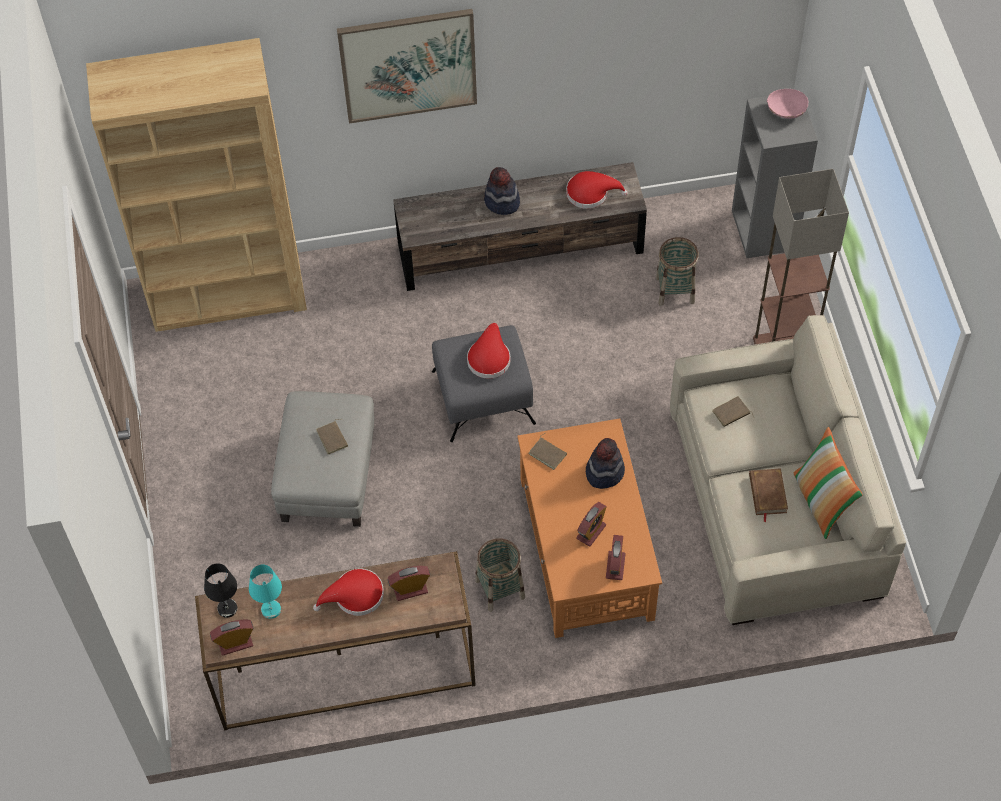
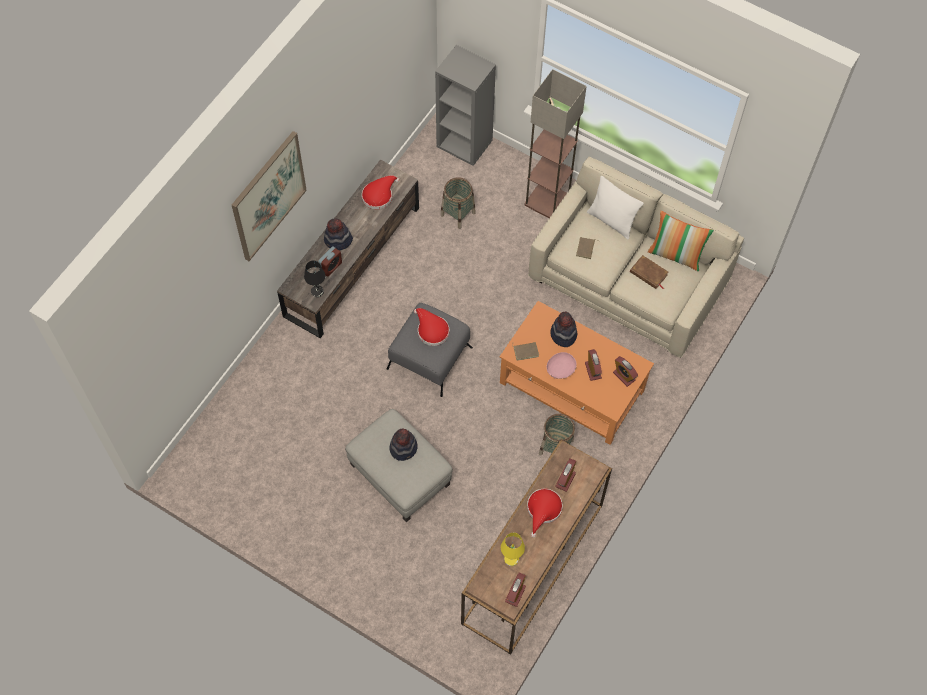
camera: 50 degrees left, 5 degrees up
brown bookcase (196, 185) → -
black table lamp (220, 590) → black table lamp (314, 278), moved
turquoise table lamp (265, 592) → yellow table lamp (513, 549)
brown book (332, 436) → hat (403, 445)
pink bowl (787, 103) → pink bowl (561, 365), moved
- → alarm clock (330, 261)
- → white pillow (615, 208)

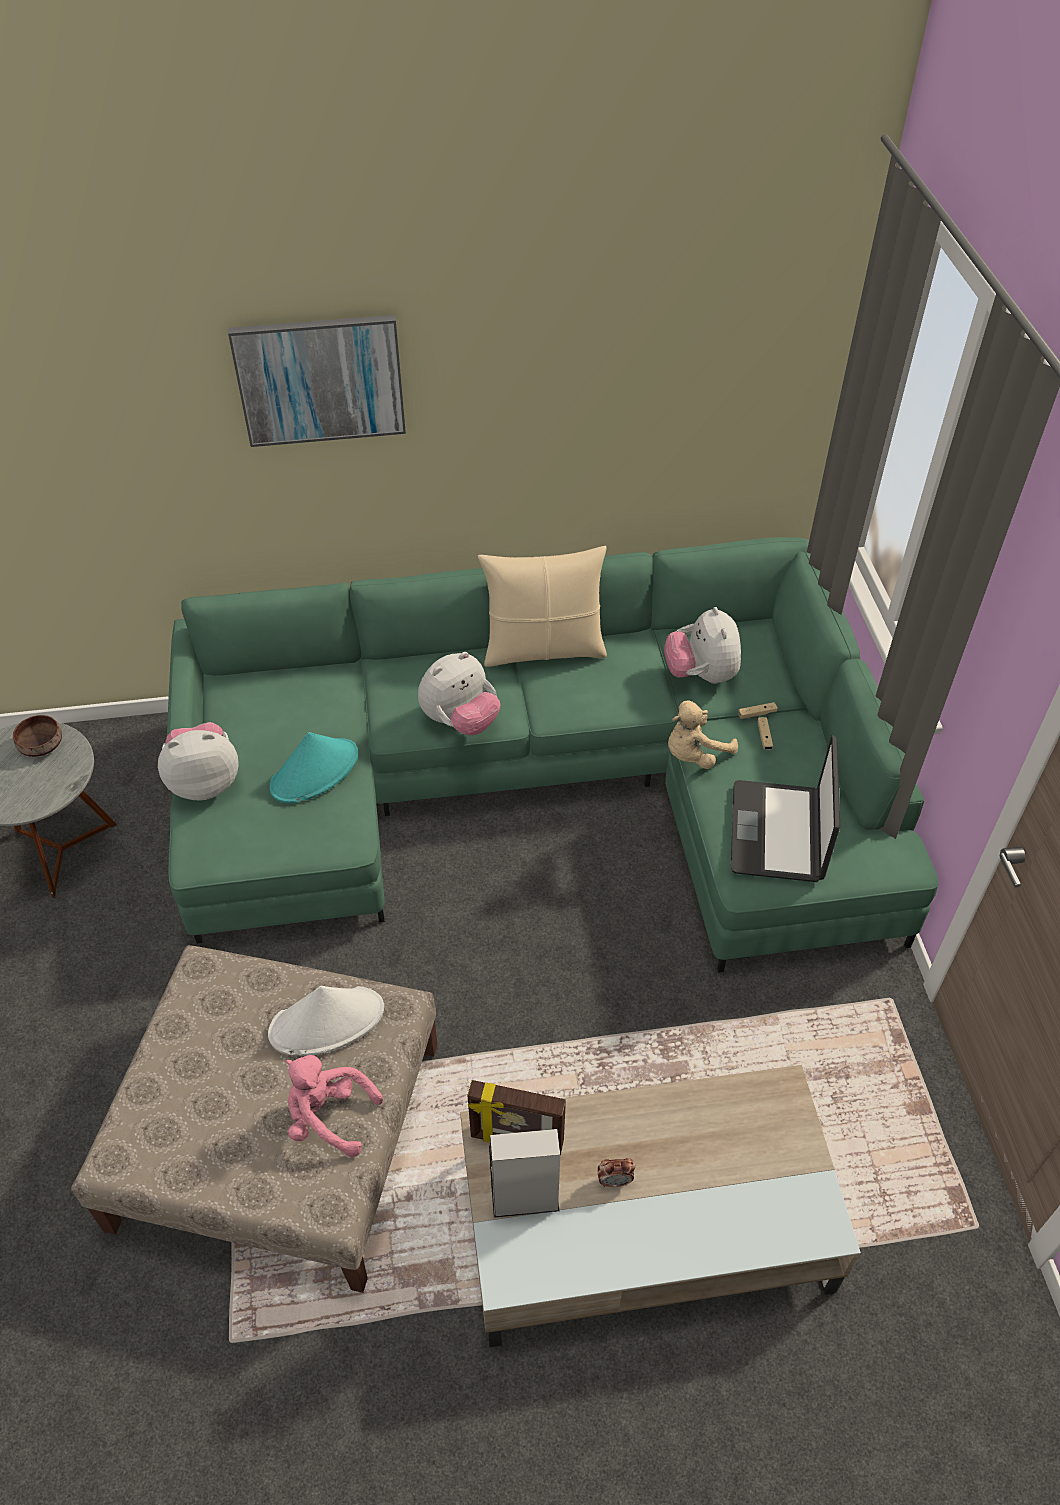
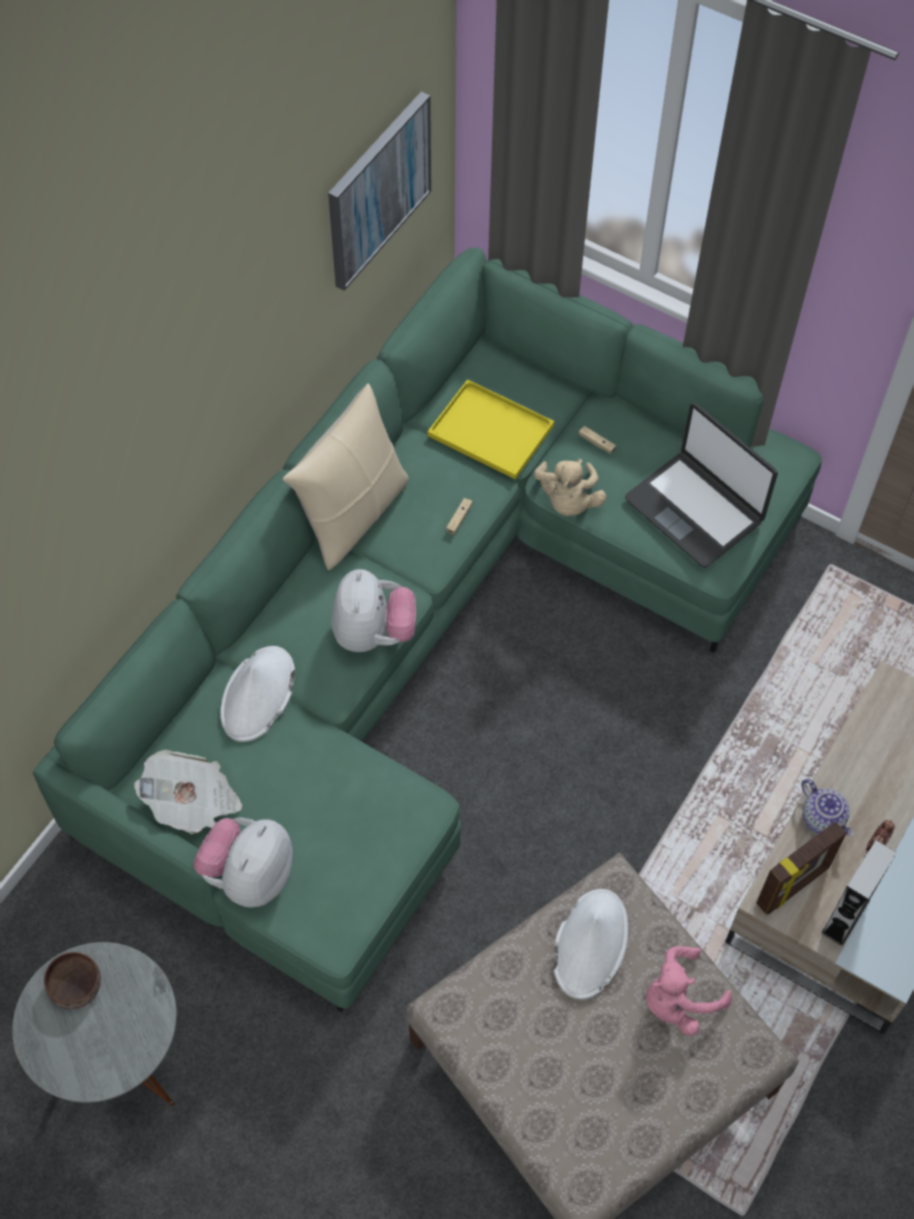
camera: 50 degrees left, 10 degrees up
picture (317, 381) → picture (379, 191), moved
turquoise hat (314, 768) → -
plush toy (702, 645) → yellow tray (491, 429)
beige game controller (758, 710) → beige game controller (459, 516), moved
- → newspaper (188, 792)
- → white hat (258, 694)
- → teapot (827, 807)

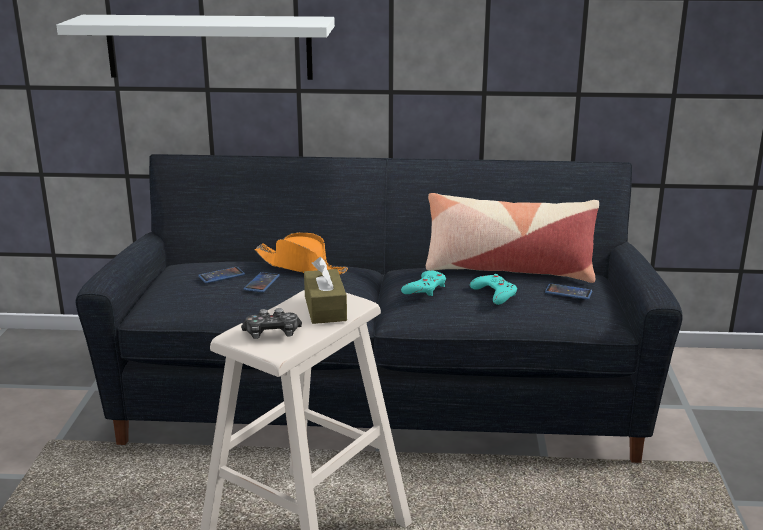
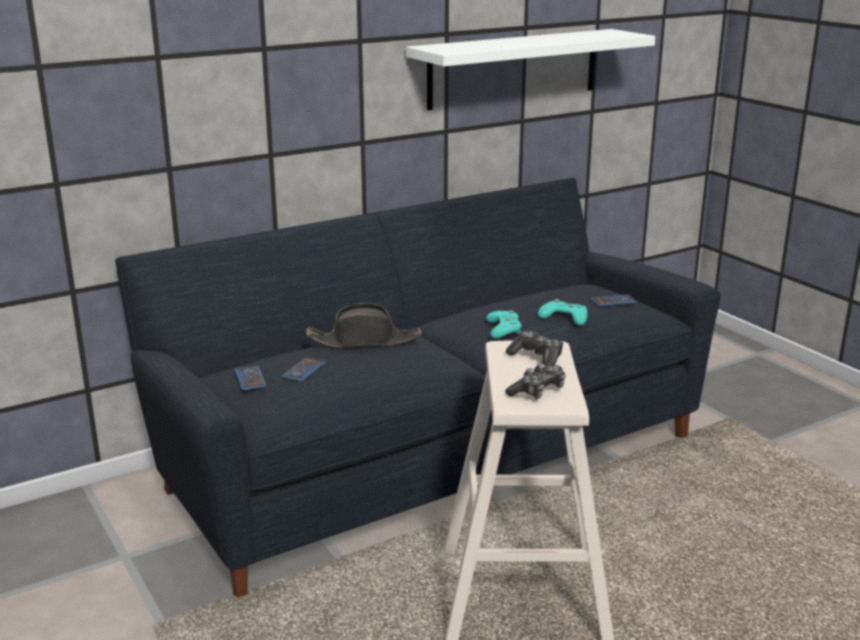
camera: 35 degrees left, 0 degrees up
white shelf (195, 47) → white shelf (530, 69), moved
phone (262, 282) → phone (251, 377), moved
orange hat (301, 253) → black hat (364, 325)
brown tissue box (325, 290) → game controller (534, 348)
pillow (512, 238) → -

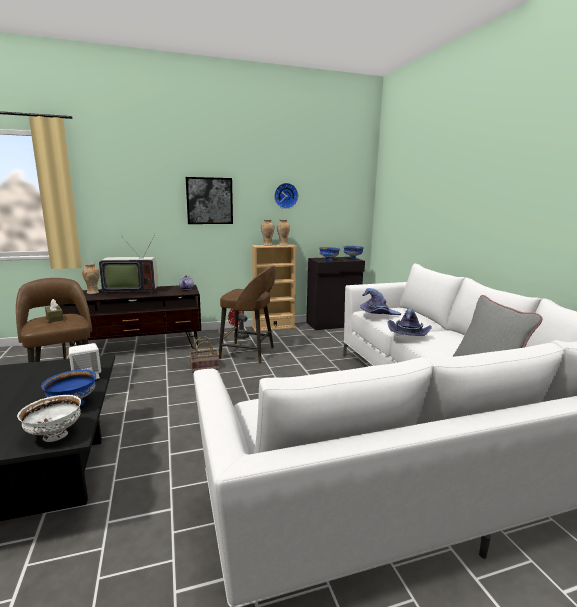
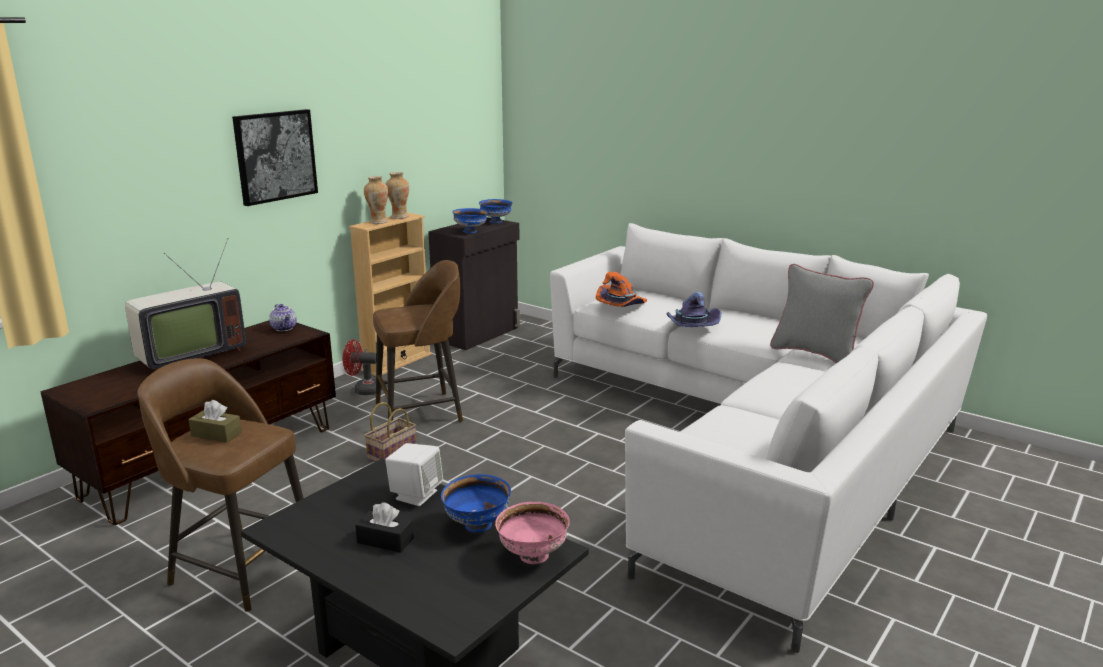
camera: 35 degrees left, 5 degrees up
white bowl (49, 418) → pink bowl (532, 533)
vase (91, 278) → -
wall clock (286, 196) → -
purple hat (380, 301) → orange hat (621, 289)
- → black tissue box (384, 527)

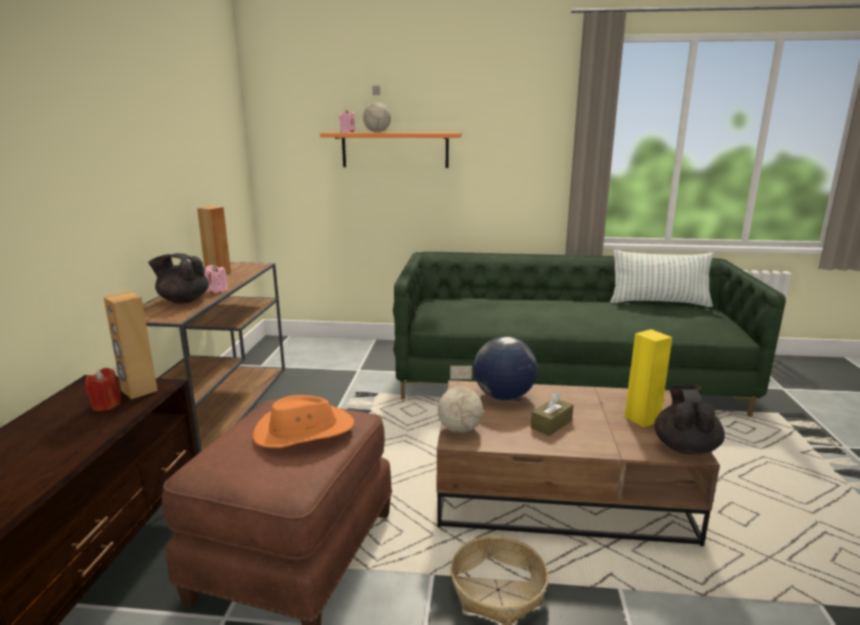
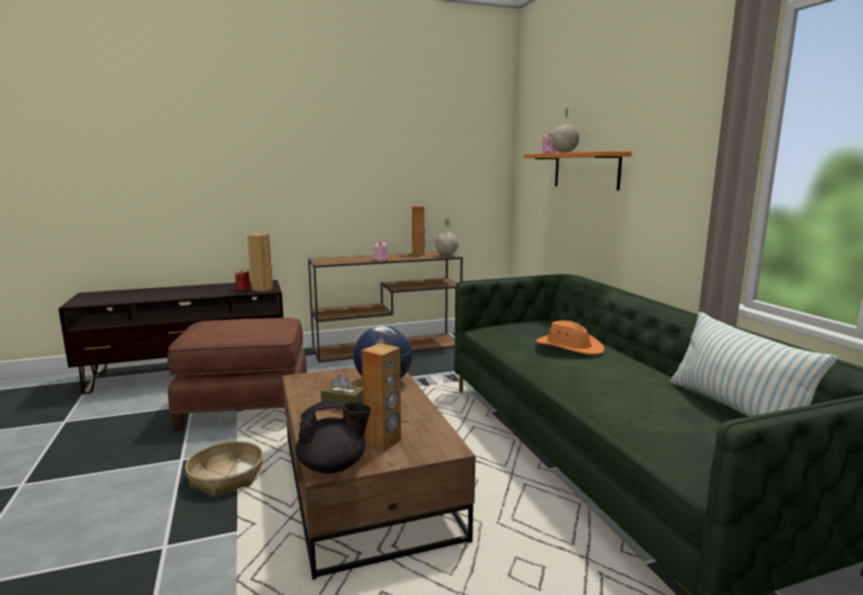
camera: 65 degrees right, 5 degrees down
black teapot (178, 278) → -
orange hat (303, 421) → orange hat (570, 338), moved
globe (460, 399) → globe (447, 237), moved
yellow speaker (648, 378) → brown speaker (381, 397)

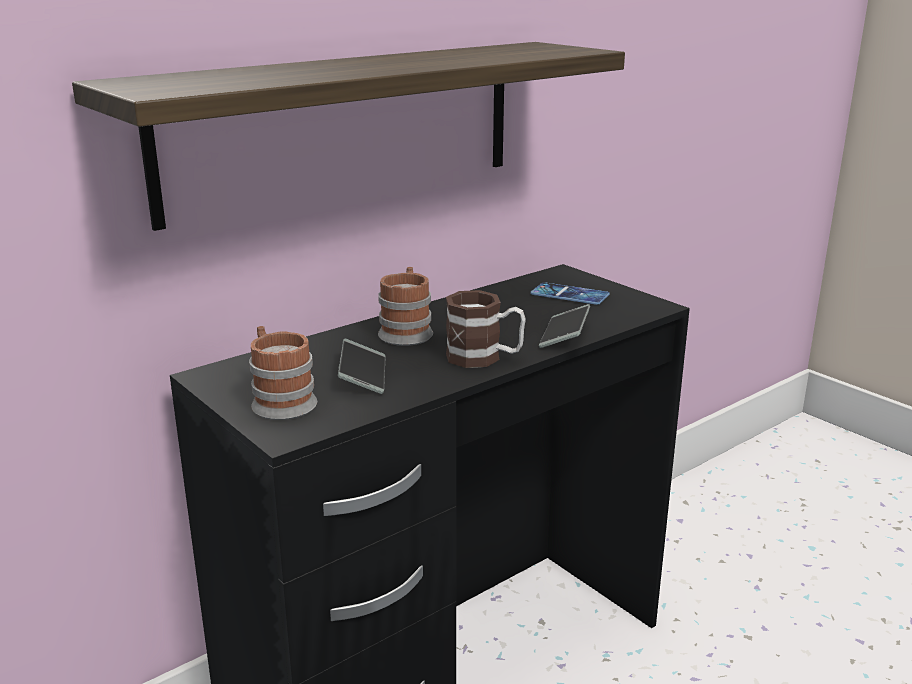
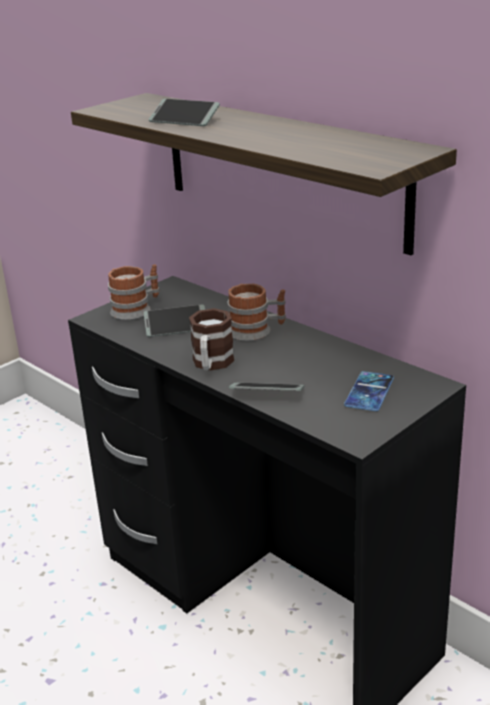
camera: 85 degrees right, 5 degrees up
- → phone (184, 112)

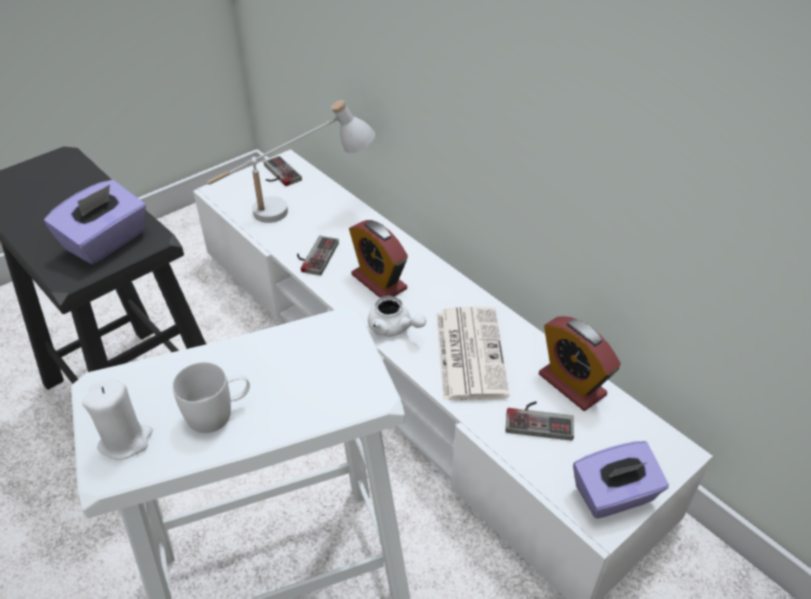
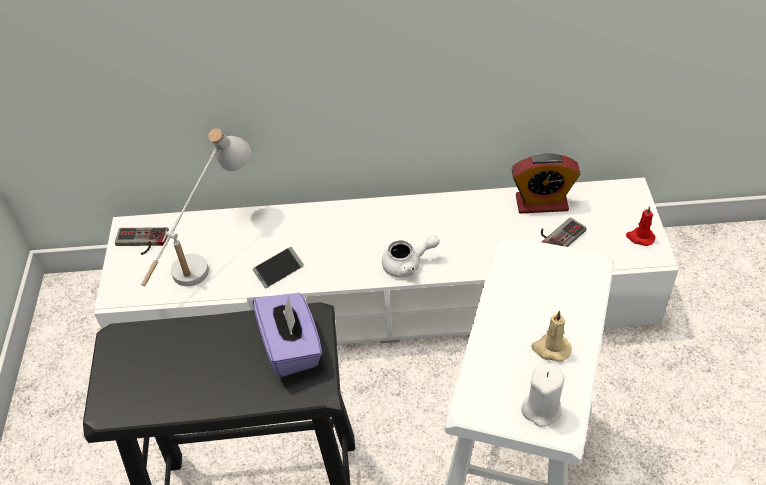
camera: 50 degrees left, 5 degrees up
white mug (211, 397) → beige candle (551, 336)
game controller (318, 256) → phone (278, 267)
alarm clock (378, 259) → -
newspaper (473, 353) → -
purple tissue box (621, 480) → red candle (640, 226)

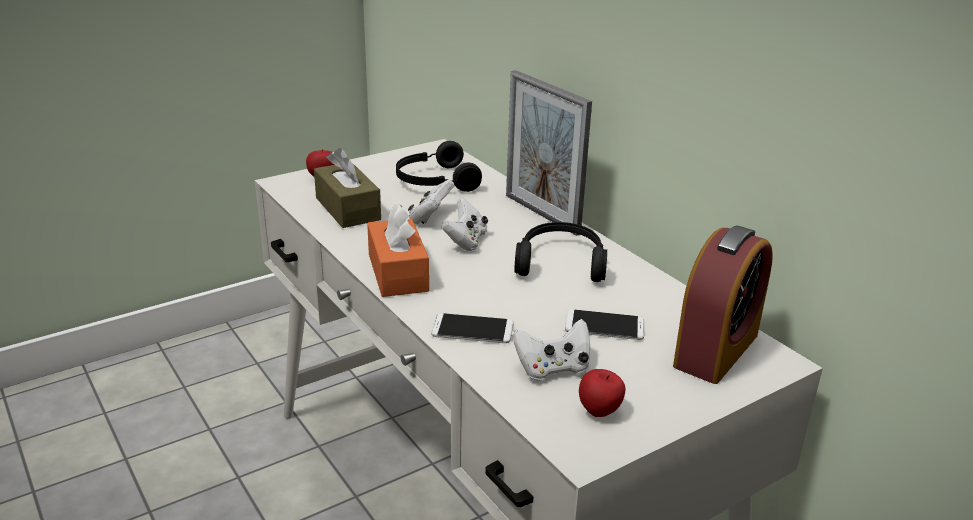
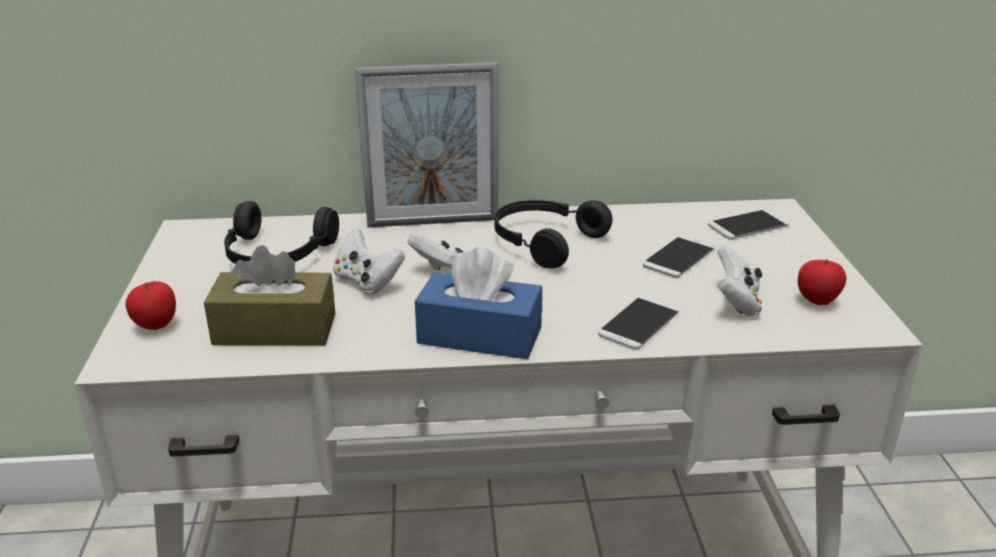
camera: 60 degrees left, 0 degrees up
orange tissue box (398, 250) → blue tissue box (478, 303)
alarm clock (723, 304) → phone (748, 224)

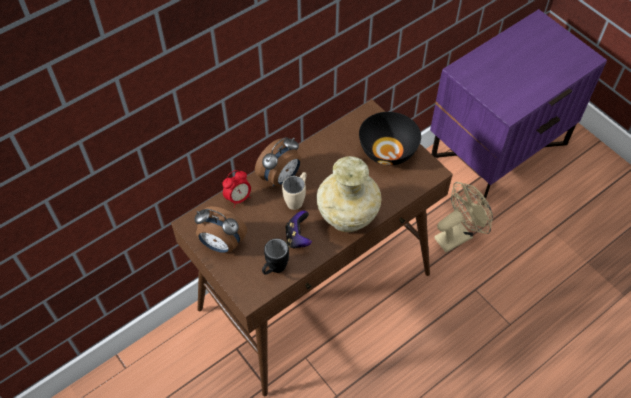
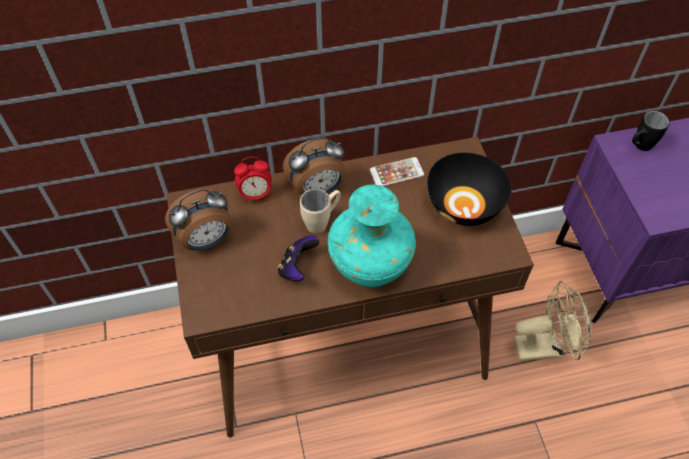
camera: 25 degrees right, 0 degrees up
alarm clock (221, 229) → alarm clock (198, 219), 75 degrees counterclockwise
black mug (275, 256) → black mug (651, 131), moved
beige vase (349, 194) → turquoise vase (372, 235)
- → phone (397, 171)

